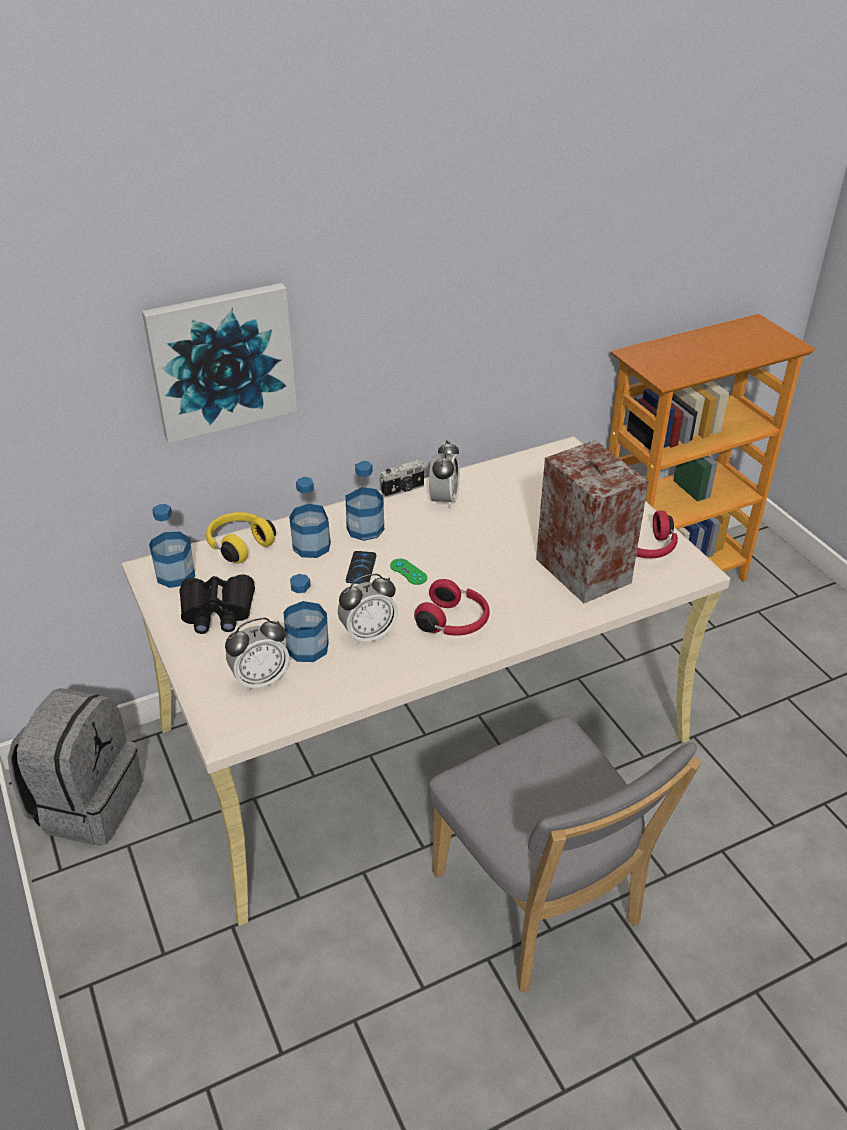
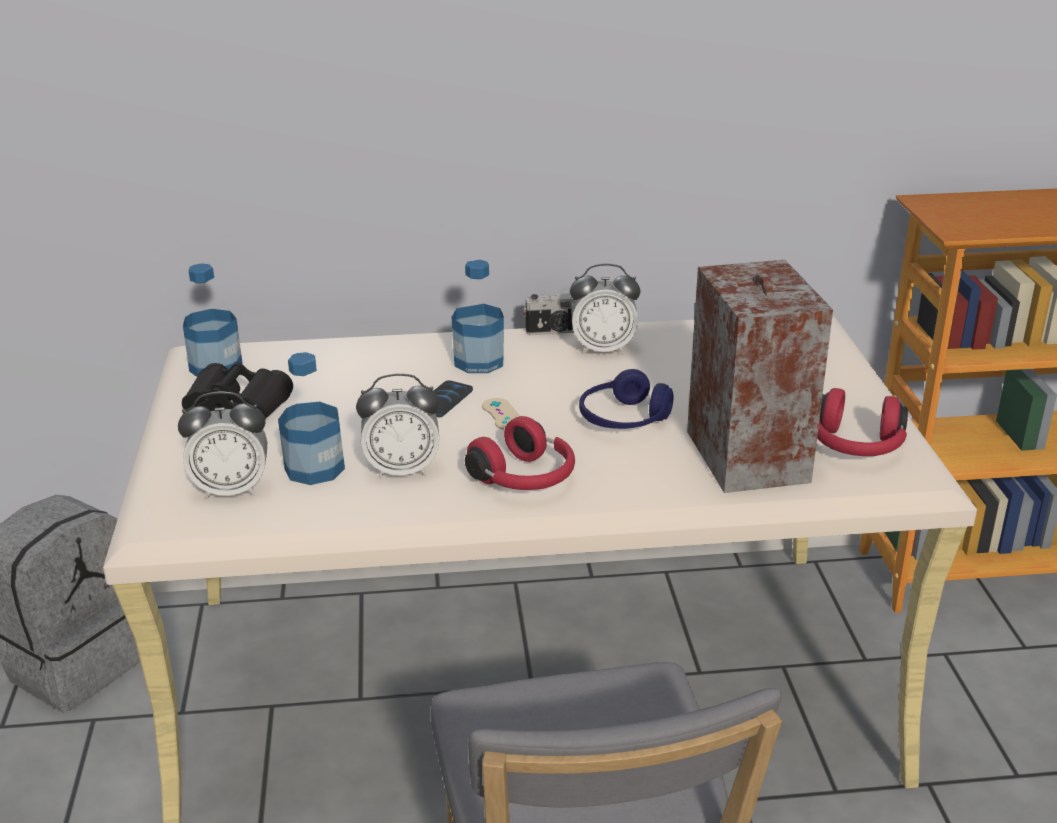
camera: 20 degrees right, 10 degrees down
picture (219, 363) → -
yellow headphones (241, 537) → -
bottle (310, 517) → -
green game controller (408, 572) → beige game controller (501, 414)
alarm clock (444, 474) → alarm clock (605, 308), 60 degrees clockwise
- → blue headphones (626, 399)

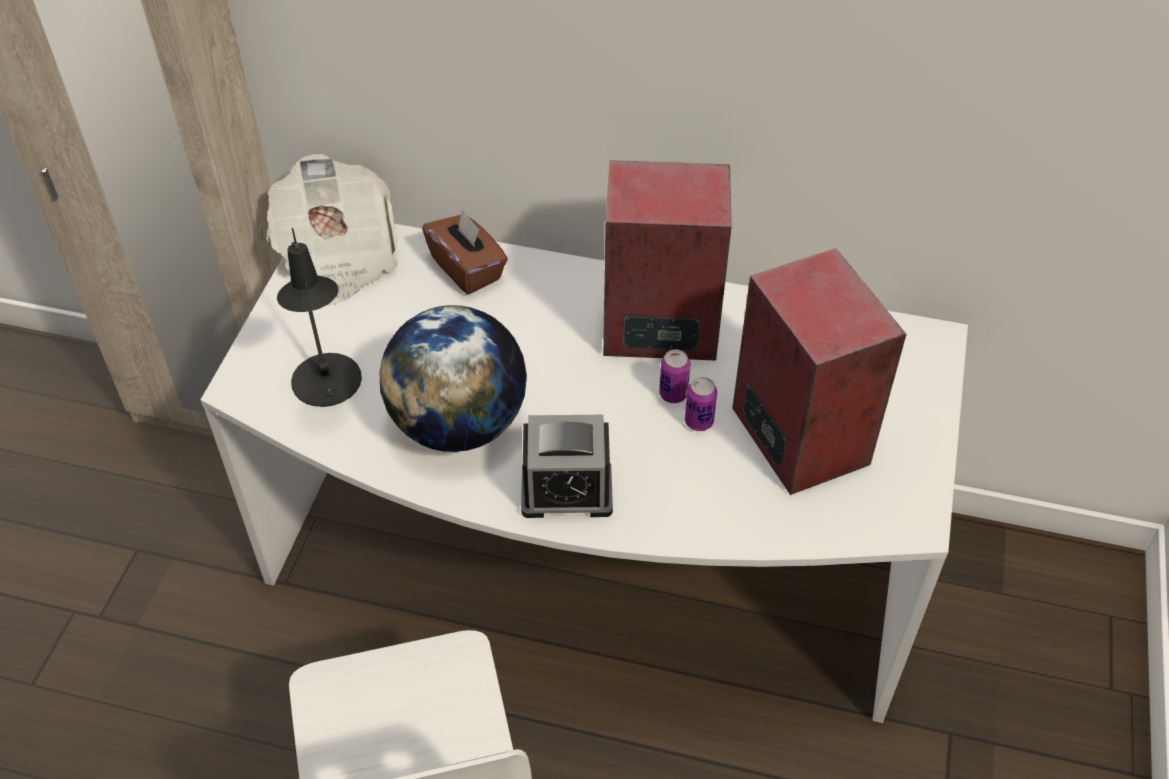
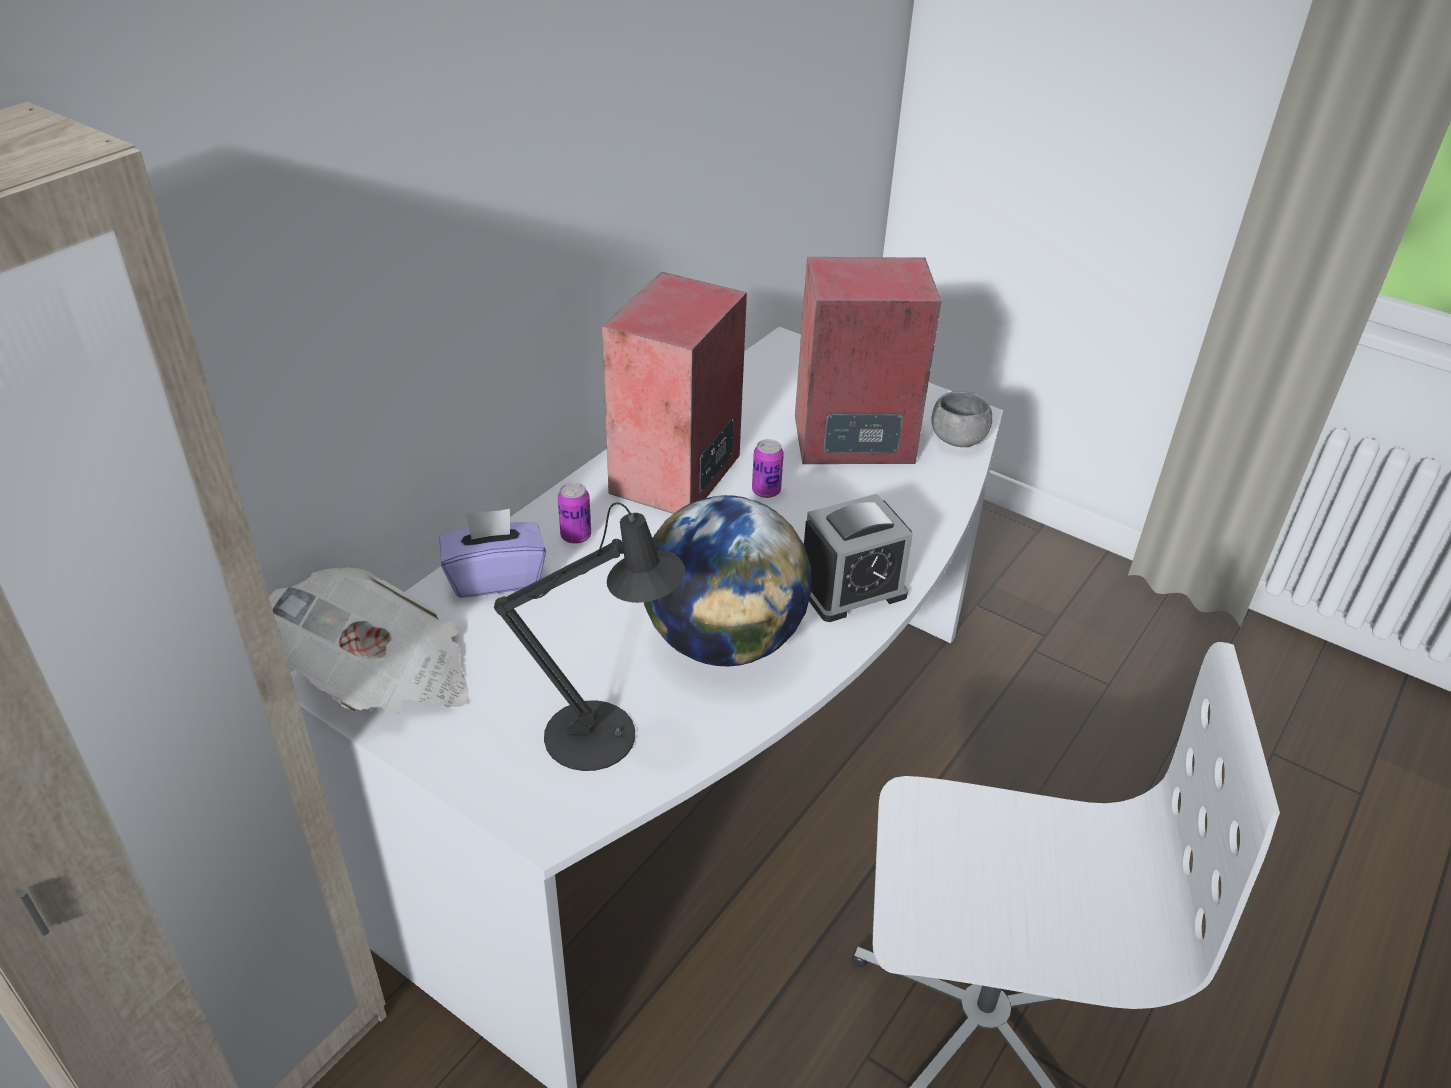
camera: 70 degrees left, 10 degrees down
brown tissue box (465, 251) → purple tissue box (492, 553)
alarm clock (567, 466) → alarm clock (858, 558), 45 degrees clockwise
can (701, 404) → can (574, 513), moved
- → grey bowl (962, 419)

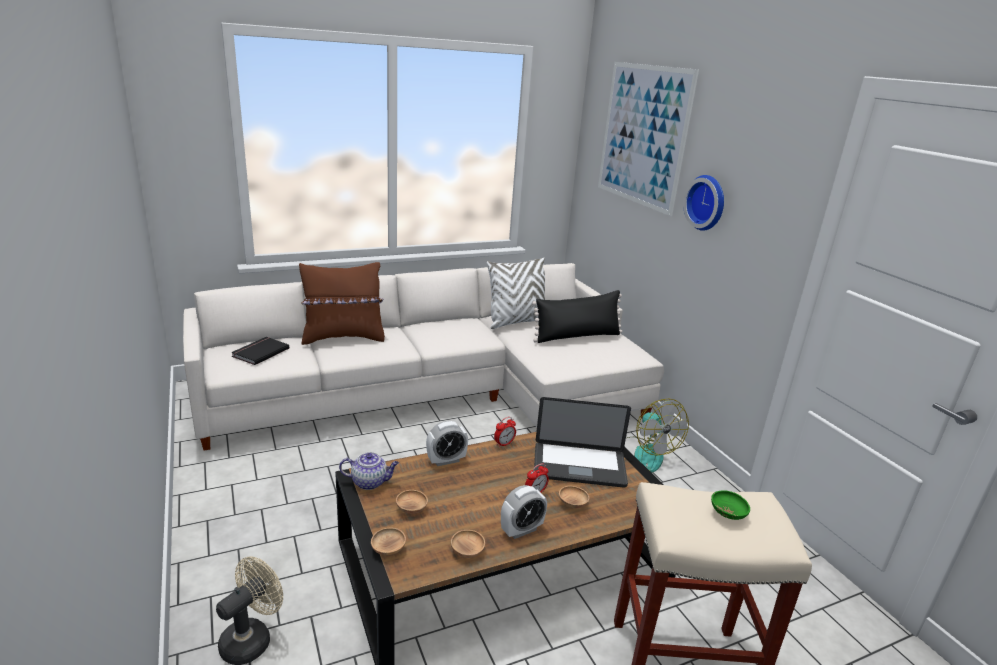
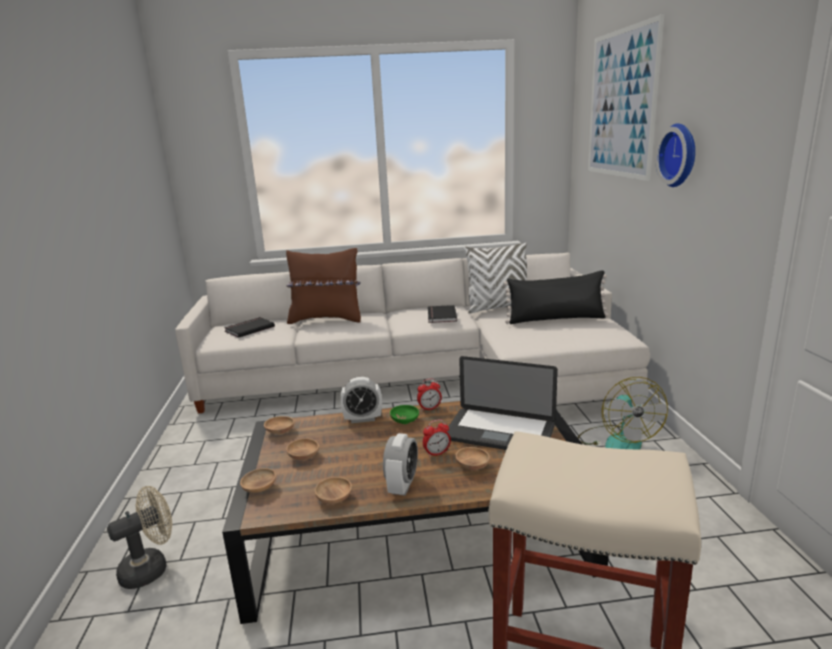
camera: 20 degrees right, 5 degrees down
teapot (369, 471) → brown bowl (279, 425)
alarm clock (524, 512) → alarm clock (400, 464), 60 degrees counterclockwise
green bowl (730, 505) → green bowl (404, 414), moved
- → black book (442, 314)

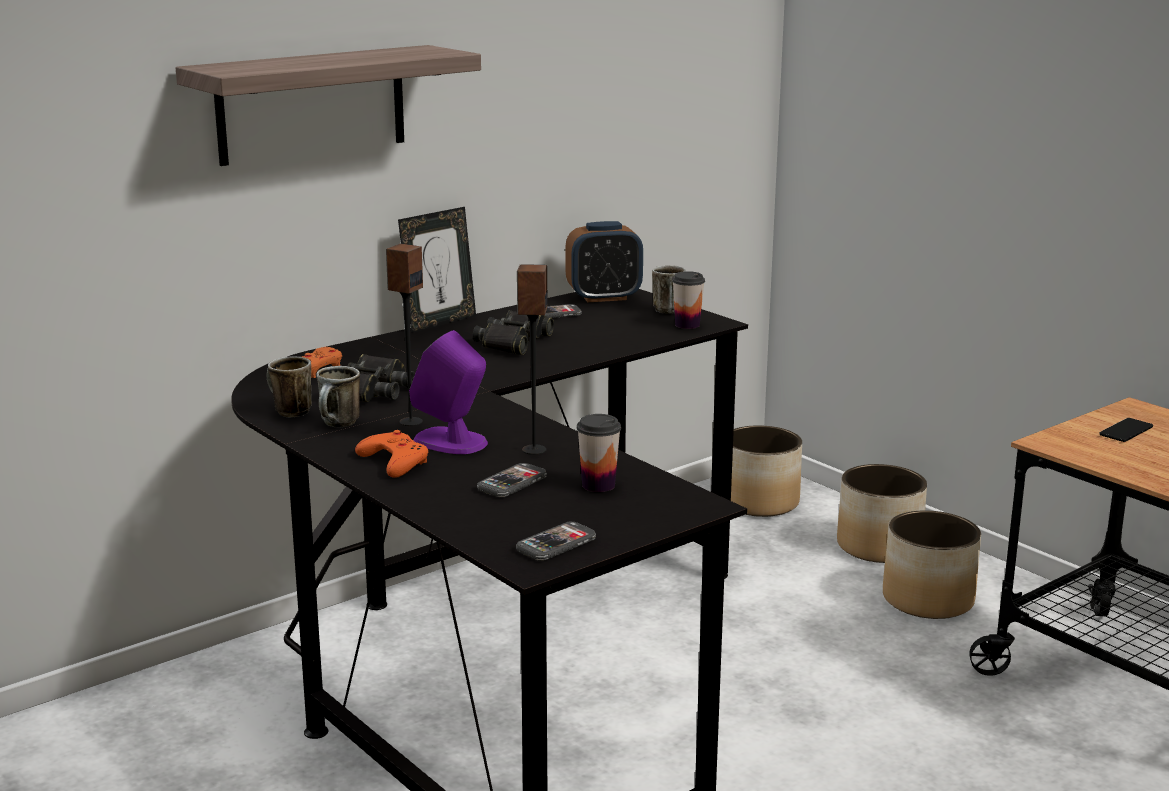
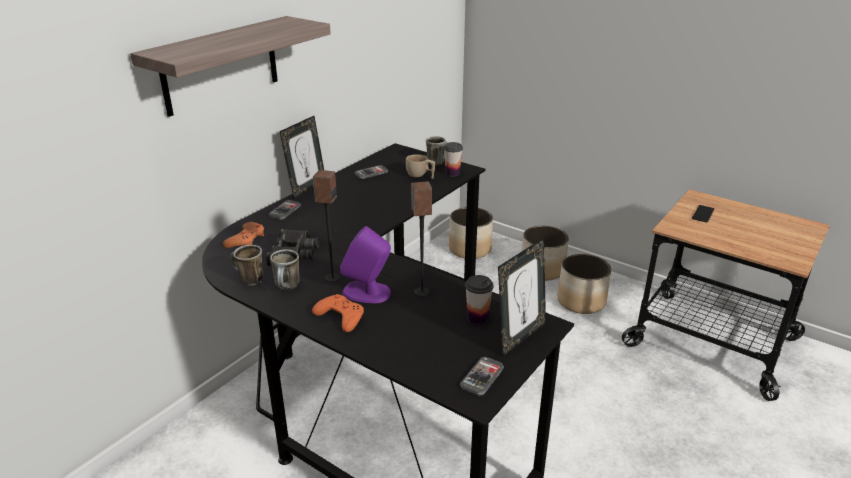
camera: 15 degrees left, 10 degrees up
black binoculars (513, 332) → -
phone (512, 480) → phone (284, 210), moved
alarm clock (604, 261) → -
- → beige cup (420, 167)
- → picture frame (522, 297)

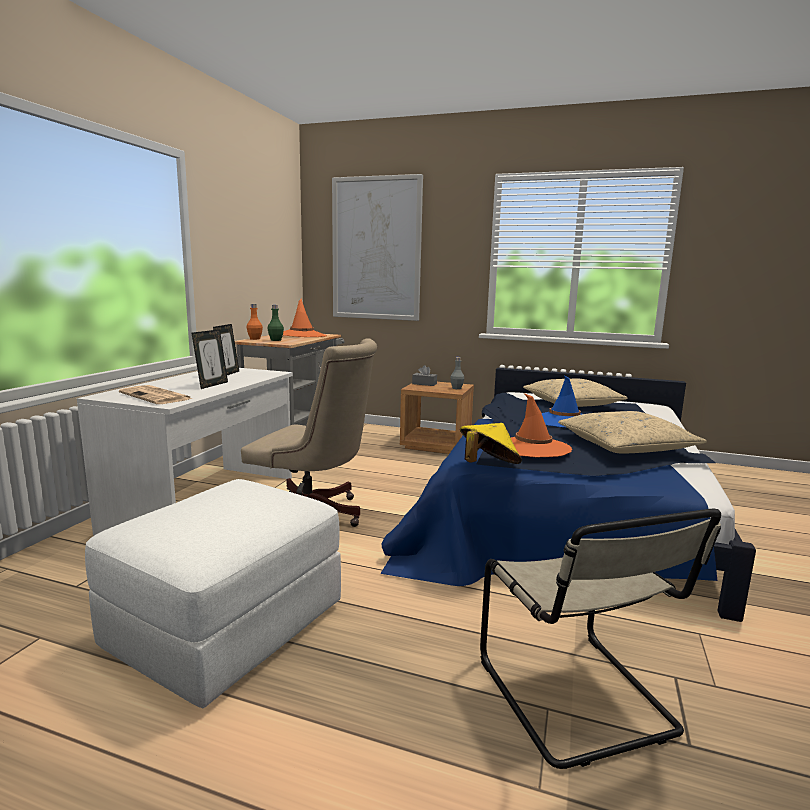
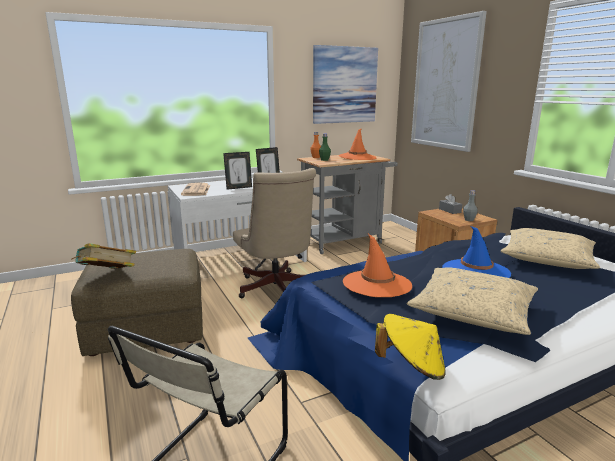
camera: 45 degrees right, 5 degrees up
white ottoman (213, 593) → brown ottoman (137, 302)
yellow hat (491, 443) → yellow hat (410, 347), moved
- → book (104, 256)
- → picture (345, 84)

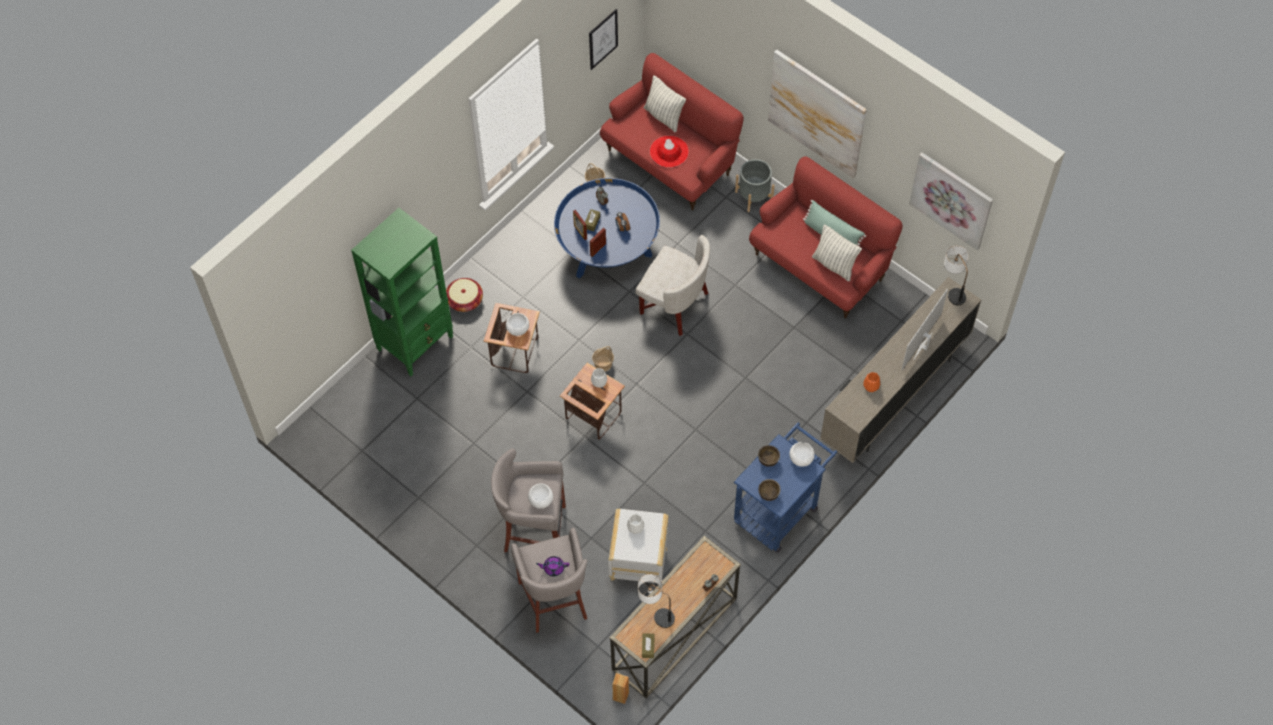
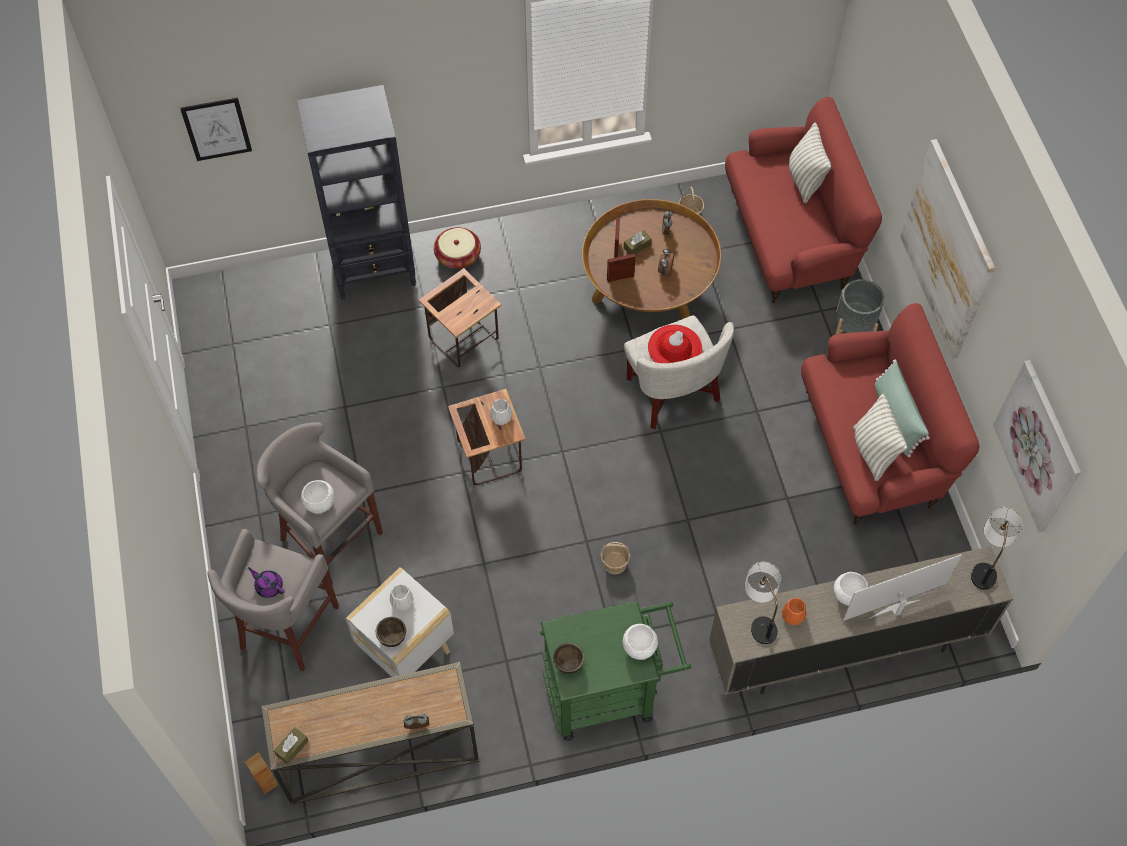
camera: 35 degrees right, 0 degrees up
green bookcase (402, 292) → black bookcase (356, 192)
white bowl (517, 324) → white bowl (851, 589), moved
blue coffee table (607, 228) → brown coffee table (651, 259)
picture (603, 39) → picture (216, 129), moved
basket (603, 359) → basket (615, 558), moved
table lamp (656, 601) → table lamp (763, 603), moved
red hat (669, 151) → red hat (675, 343), moved
blue cart (785, 487) → green cart (615, 671)
brown bowl (769, 456) → brown bowl (391, 632), moved

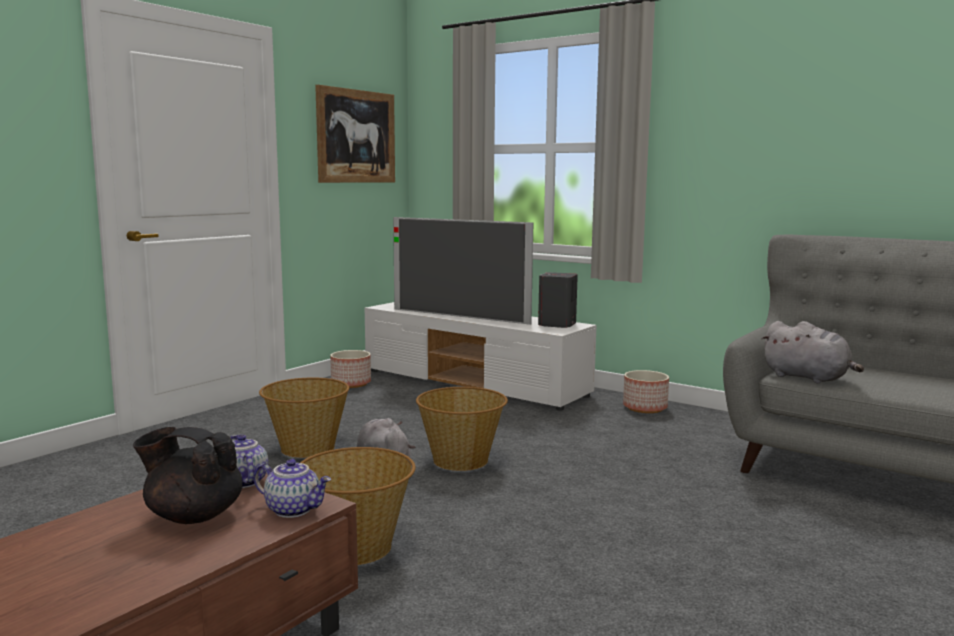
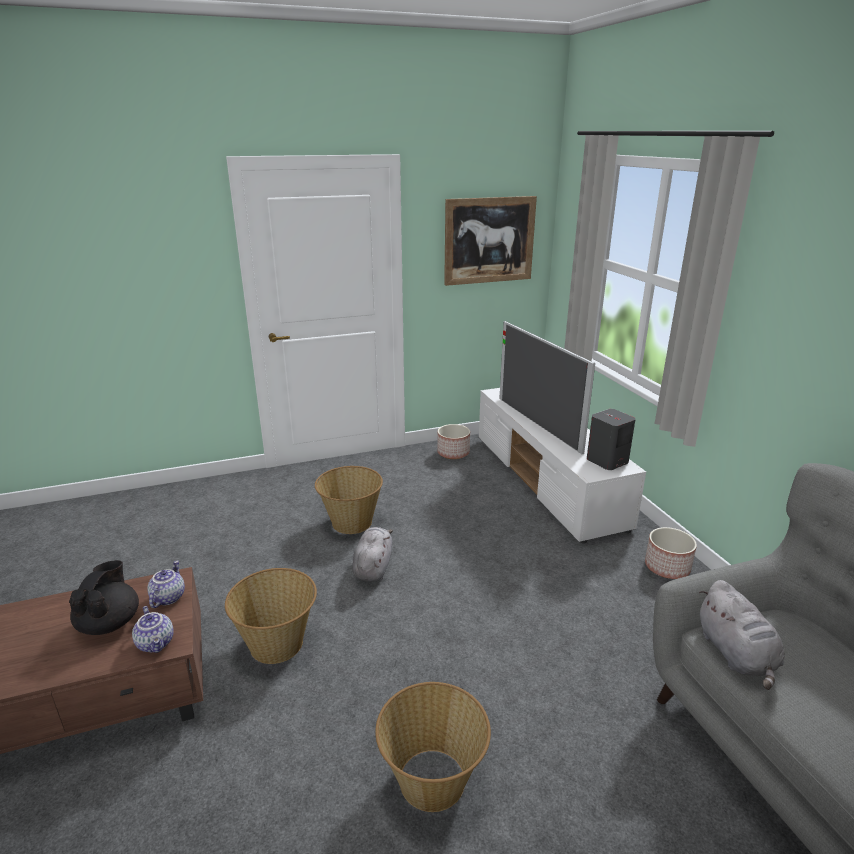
camera: 35 degrees right, 15 degrees up
black teapot (188, 475) → black teapot (104, 597), 45 degrees clockwise
basket (462, 429) → basket (433, 747), moved

